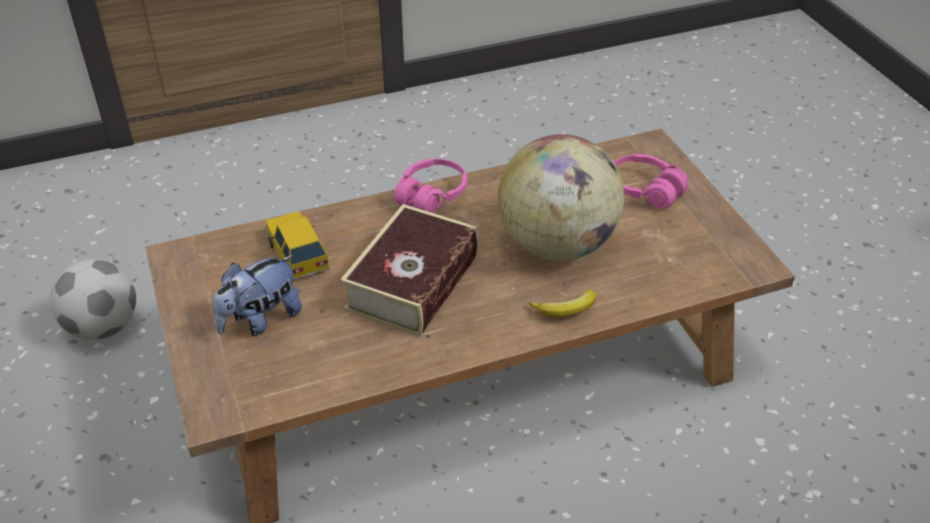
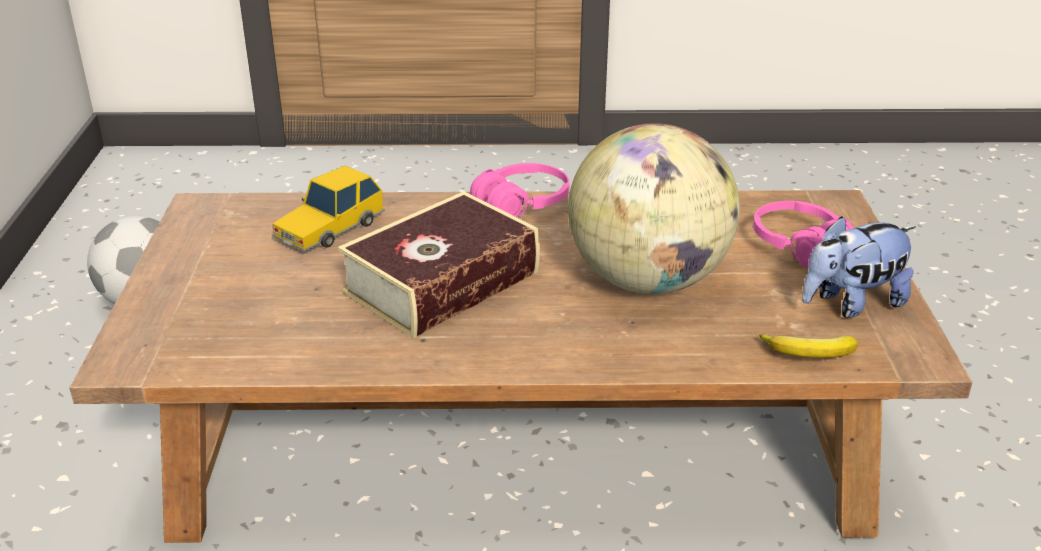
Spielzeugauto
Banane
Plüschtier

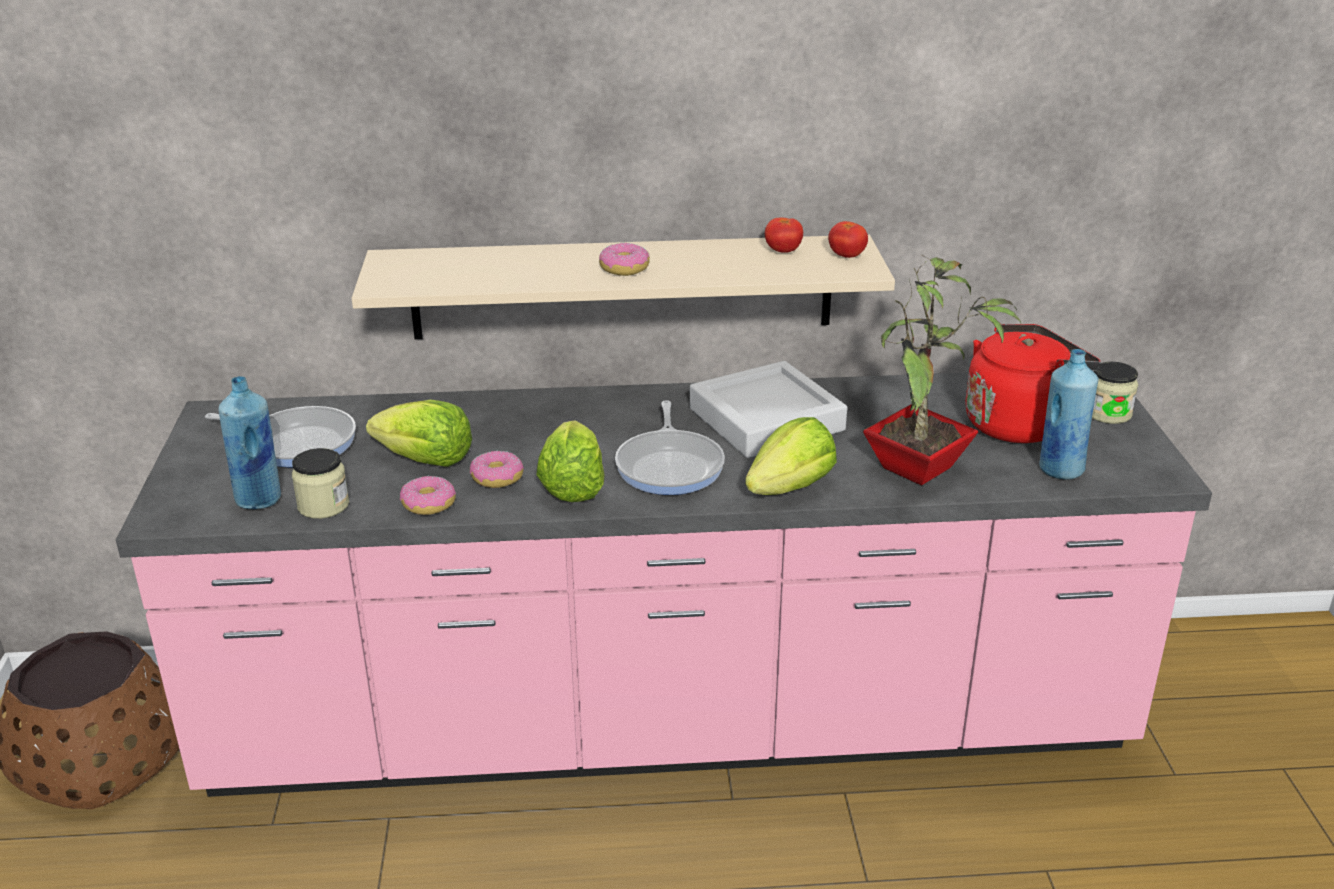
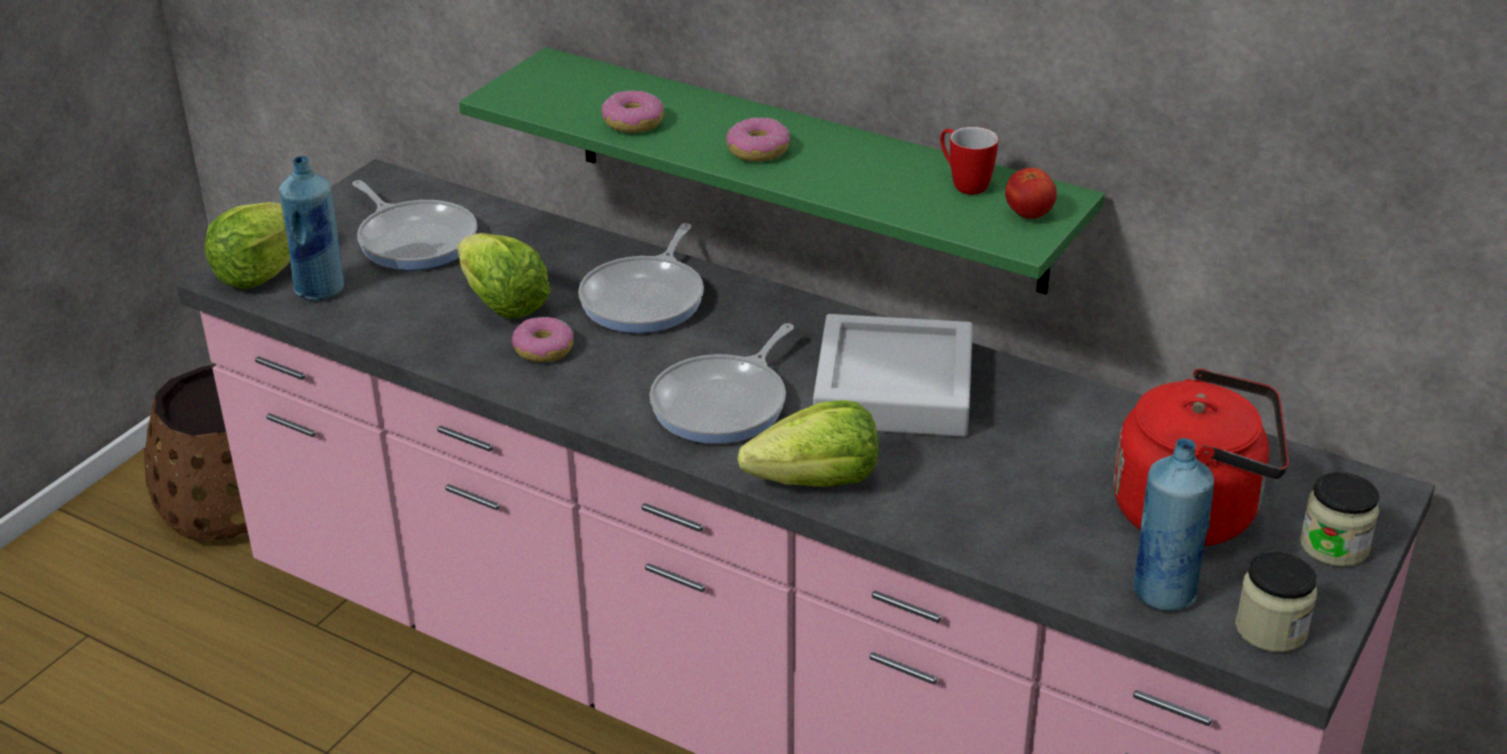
Salatkopf (no. 1 from left)
Wandregal [grün]
Pfanne (no. 2 from left)
Donut (no. 2 from left)
Henkelbecher
Vorratsglas (no. 1 from left)
Topfpflanze

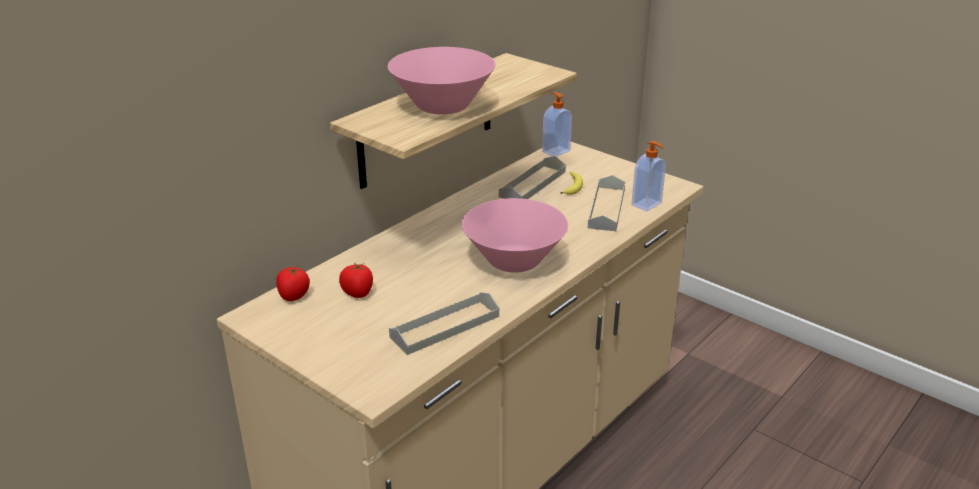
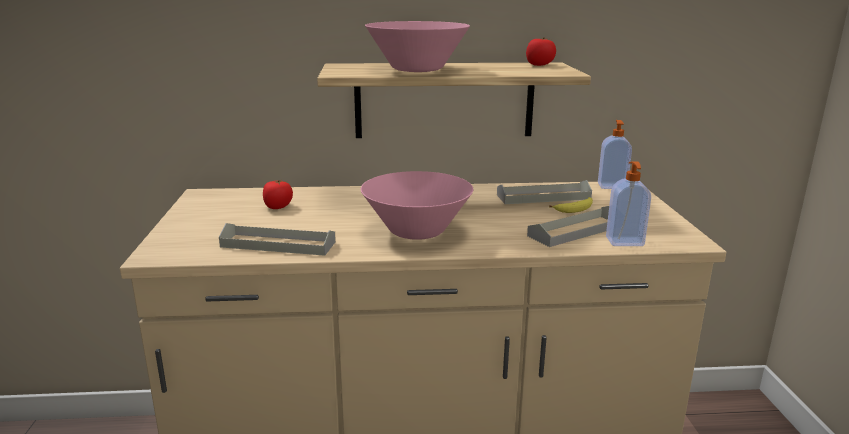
Tomate (no. 2 from left)

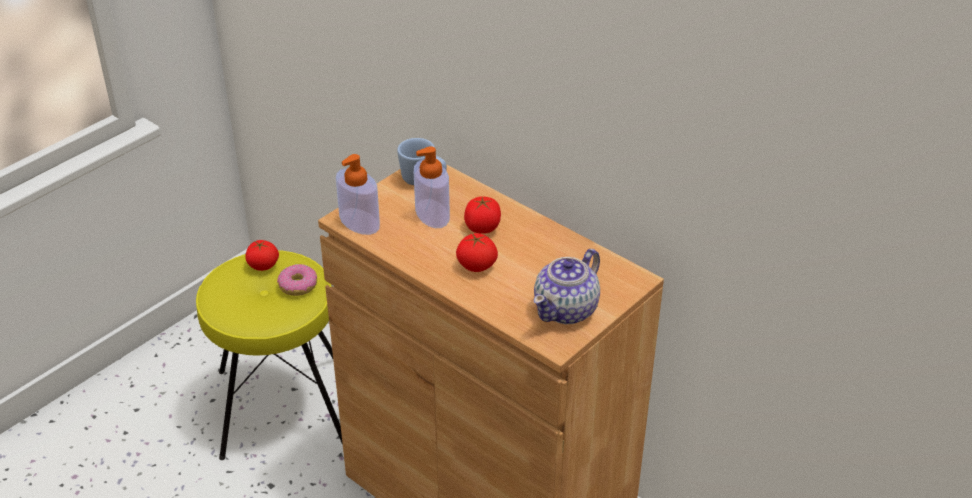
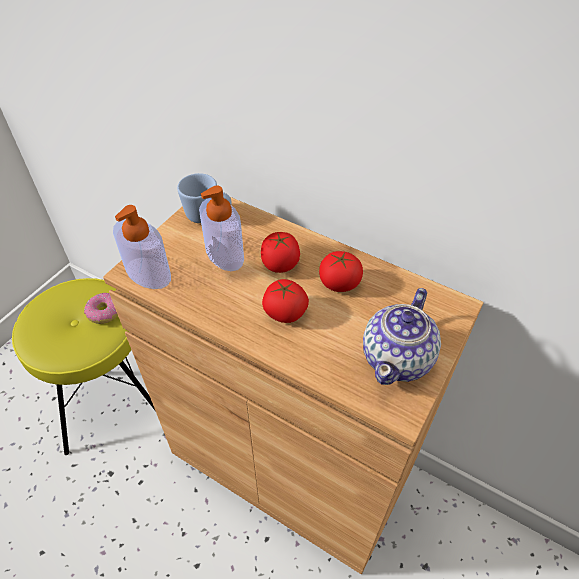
Tomate (no. 3 from left)

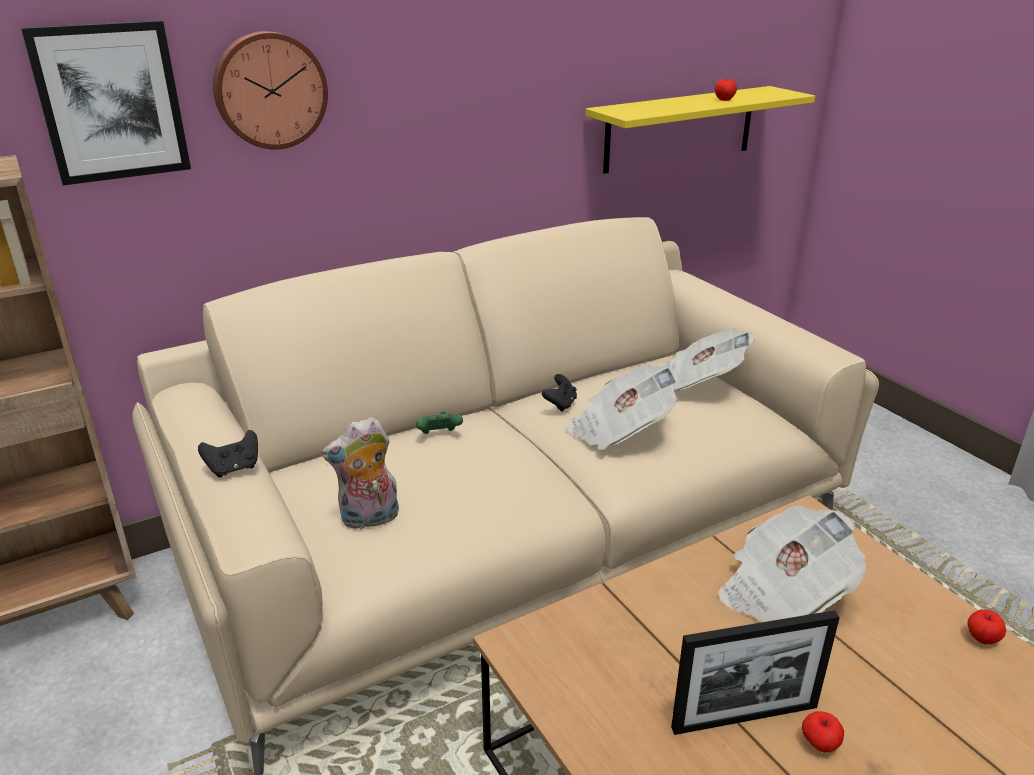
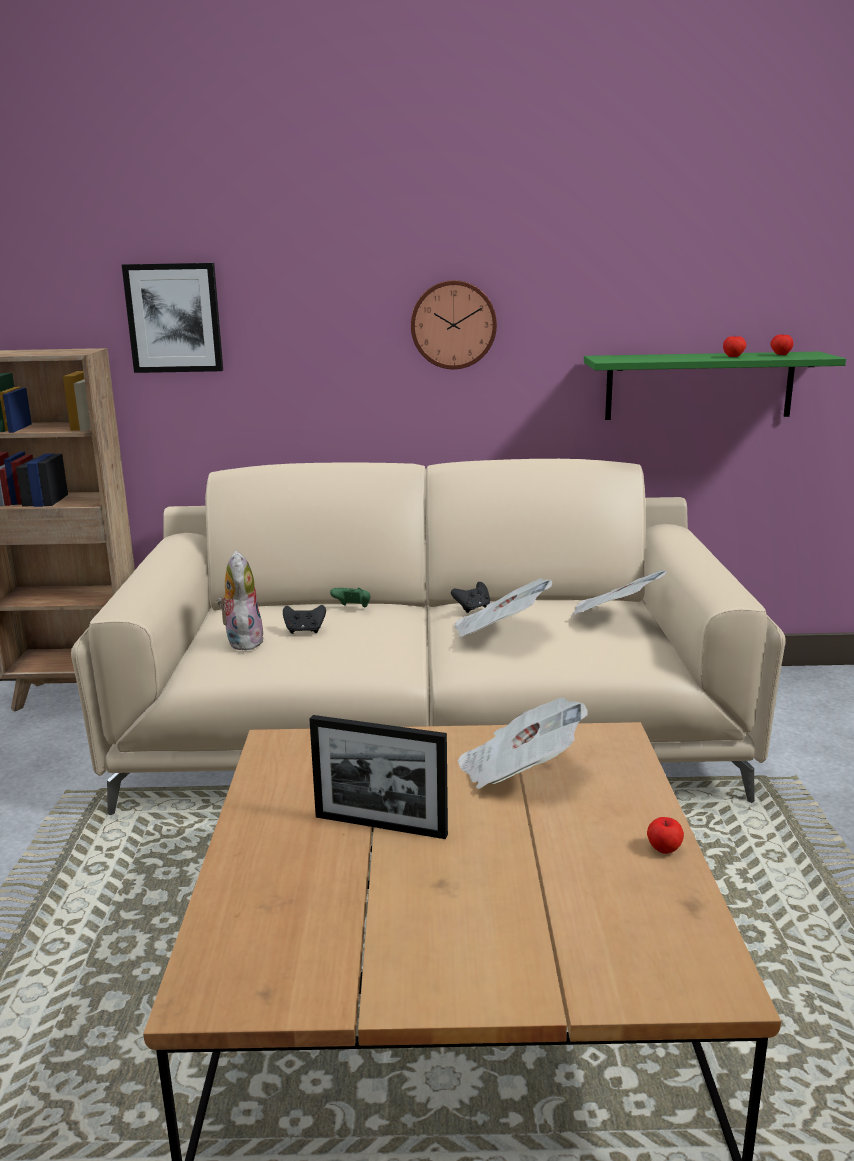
Plüschtier
Gamepad [schwarz] (no. 1 from left)
Wanduhr
Wandregal [grün]
Apfel (no. 3 from left)

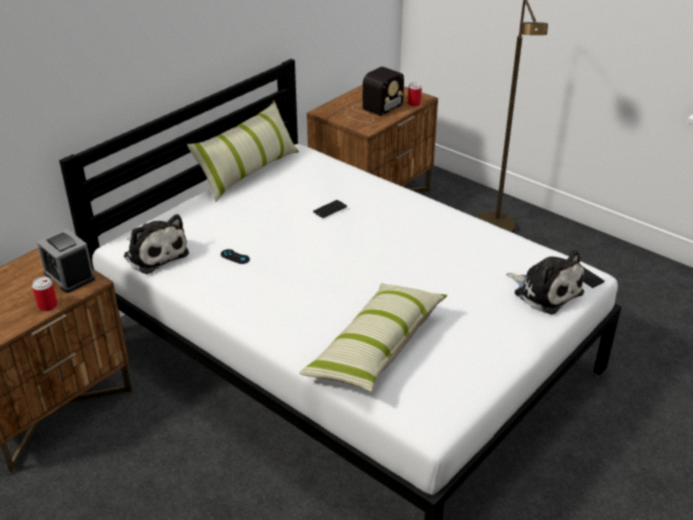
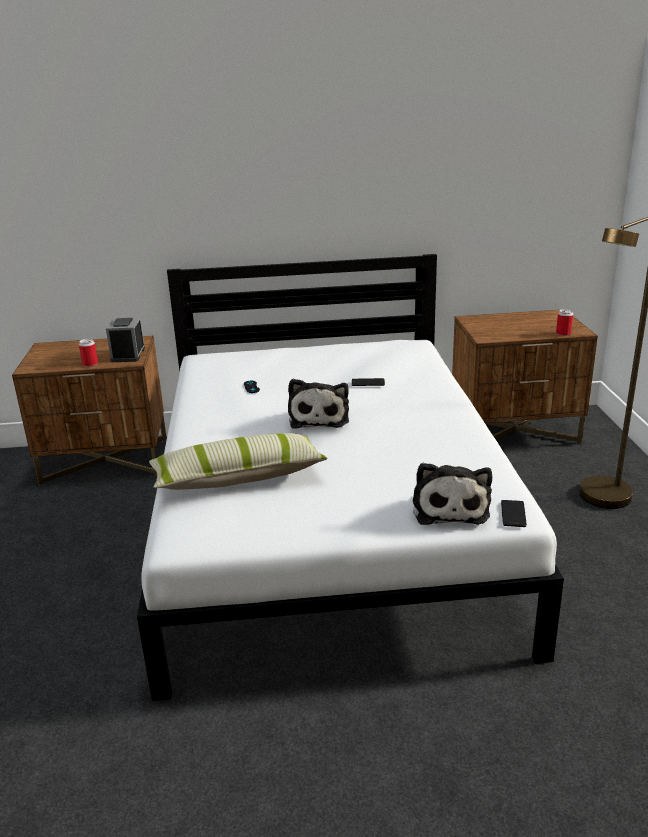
Plüschtier (no. 1 from left)
Kissen (no. 1 from left in the first image)
Radio

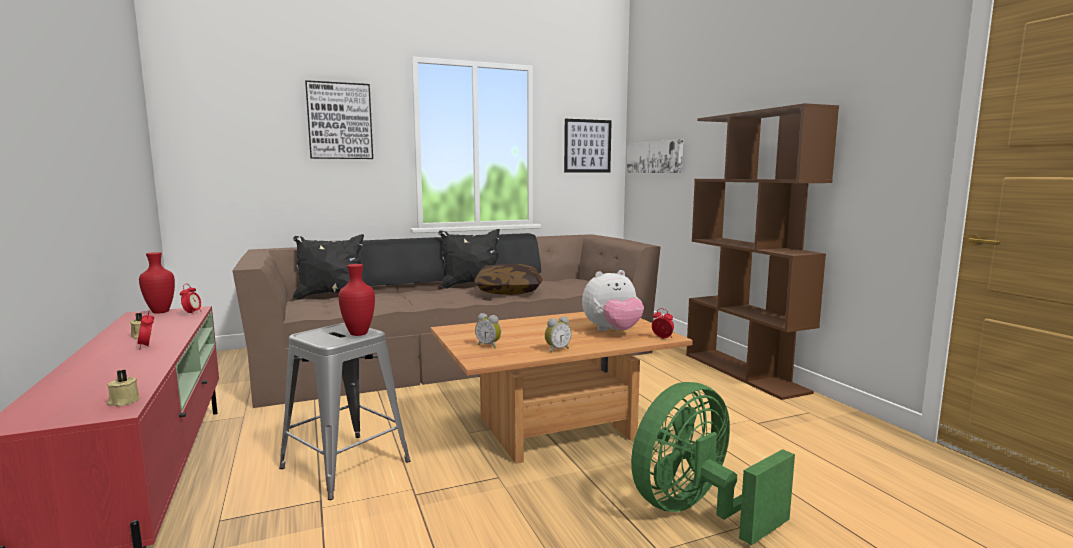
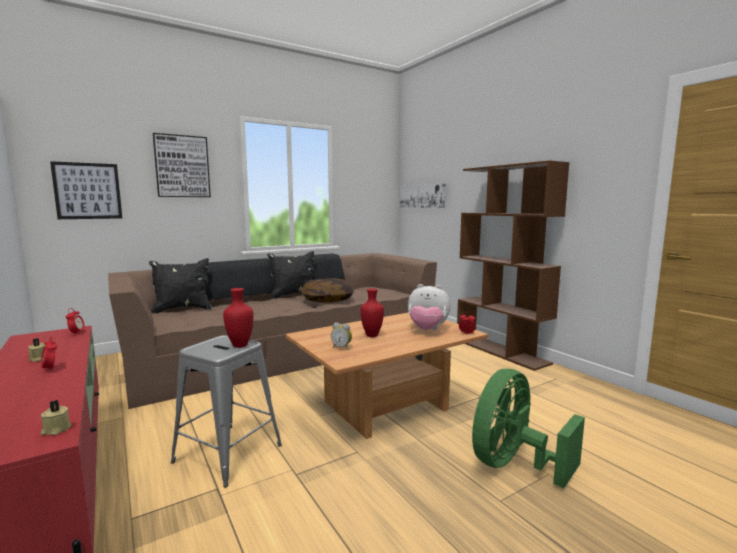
Bild (no. 1 from left)
Vase [rot] (no. 2 from left)
Plüschtier
Wecker (no. 4 from left in the first image)

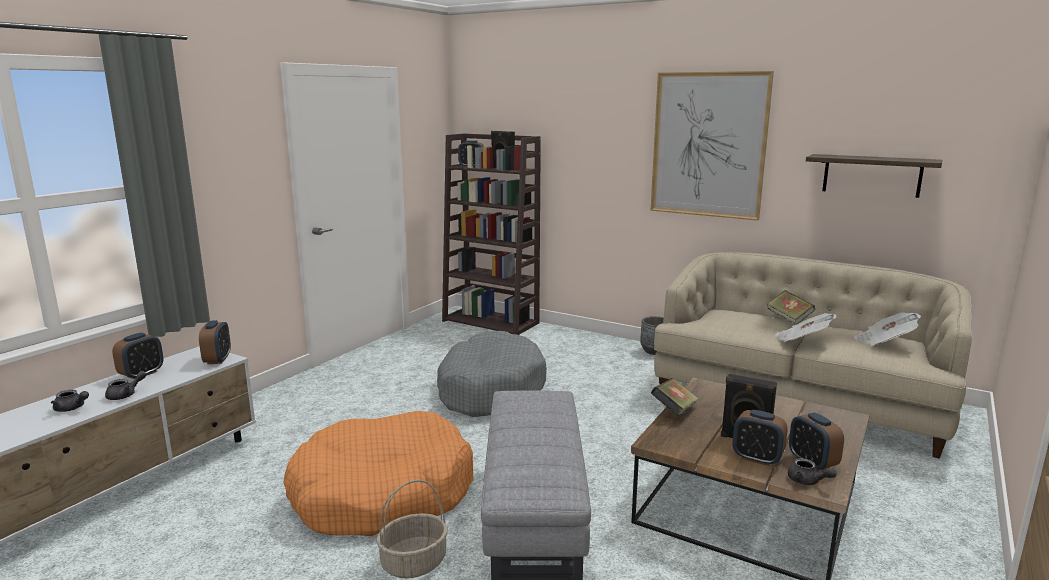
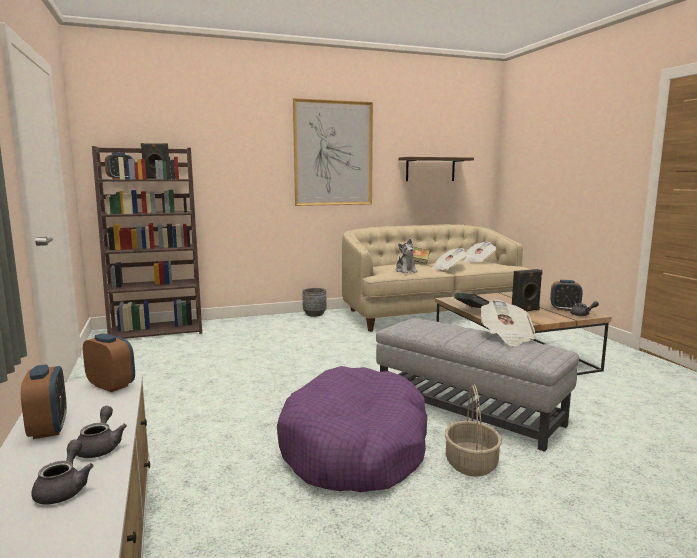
Teekanne [grau] (no. 1 from left)
Hundebett [lila]
Plüschtier
Zeitung (no. 3 from left)
Hundebett [grau]
Wecker (no. 4 from left in the first image)

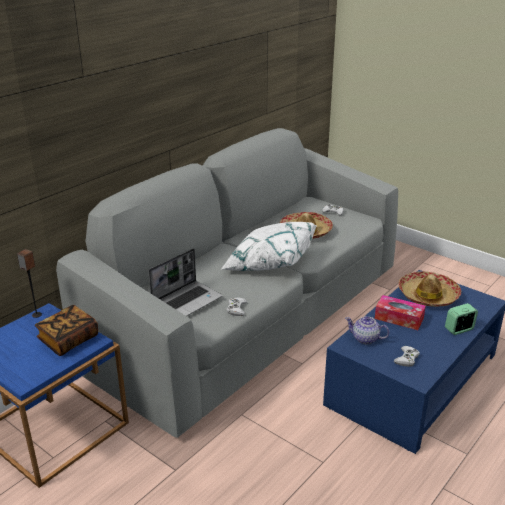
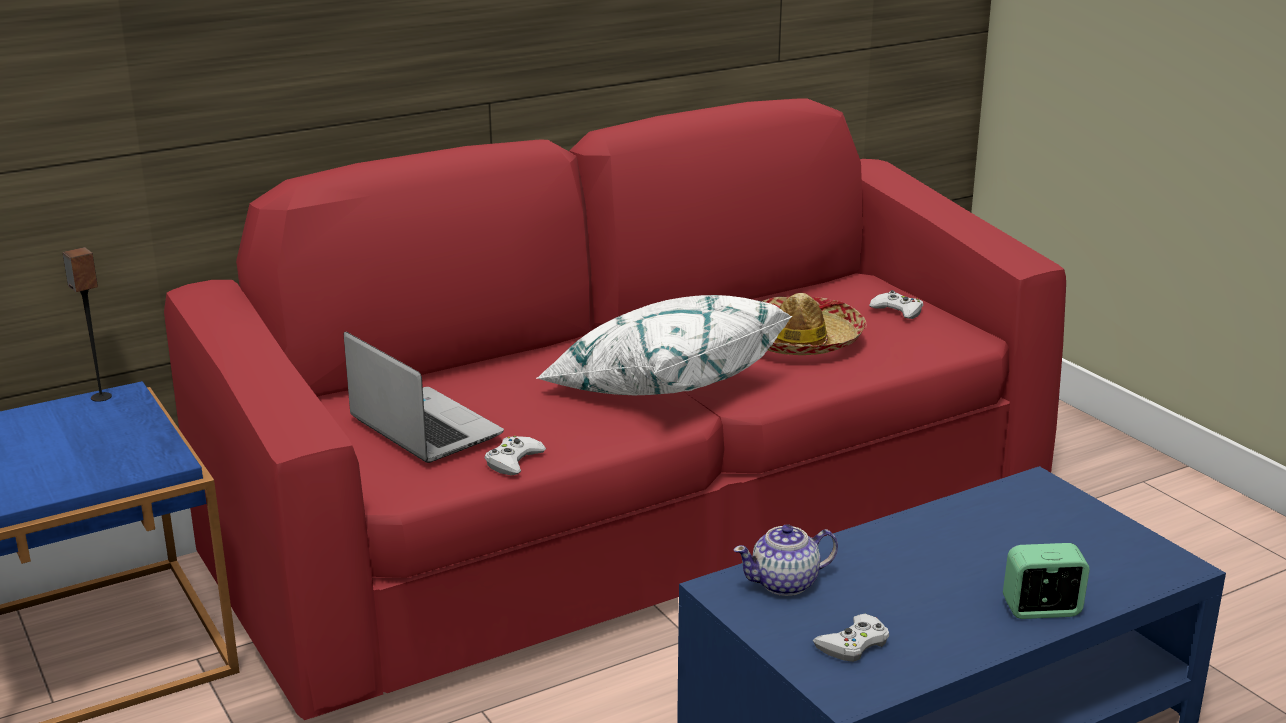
Sofa [rot]
Laptop
Teekanne
Buch
Taschentuchbox
Hut (no. 2 from left in the first image)

